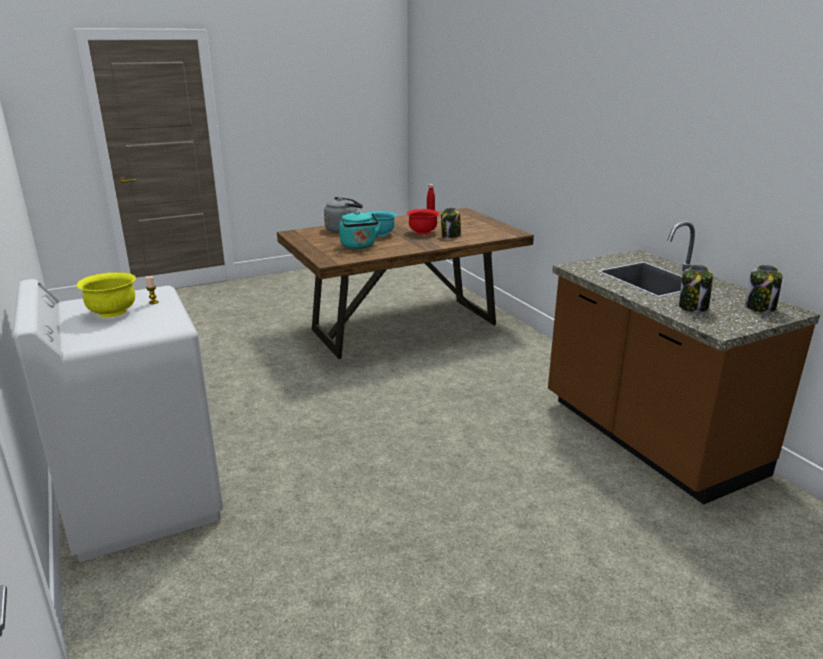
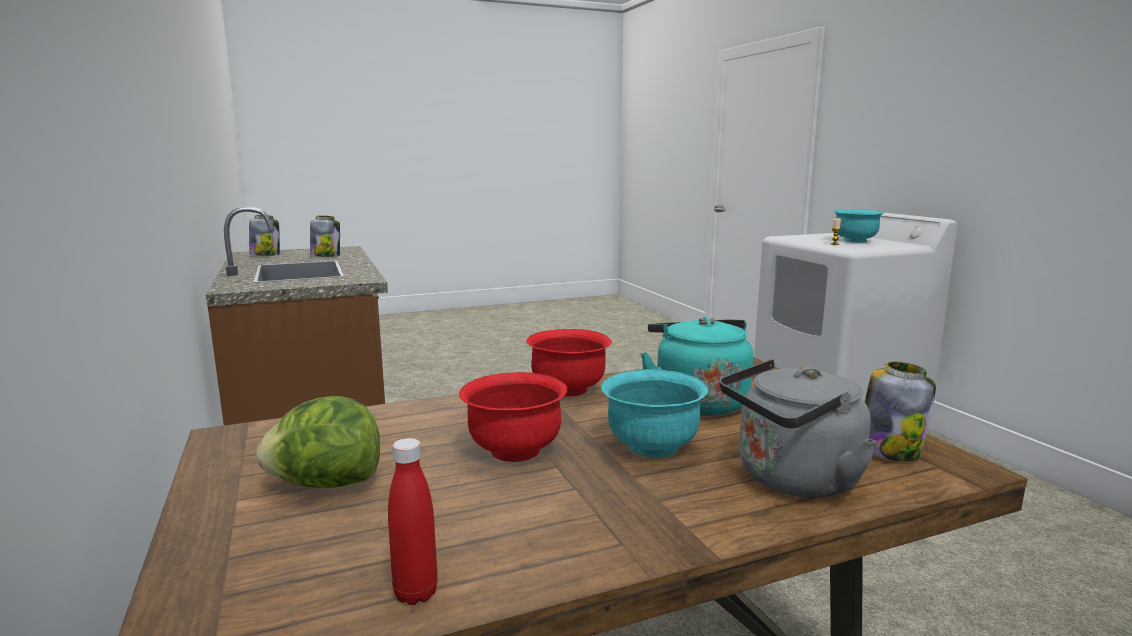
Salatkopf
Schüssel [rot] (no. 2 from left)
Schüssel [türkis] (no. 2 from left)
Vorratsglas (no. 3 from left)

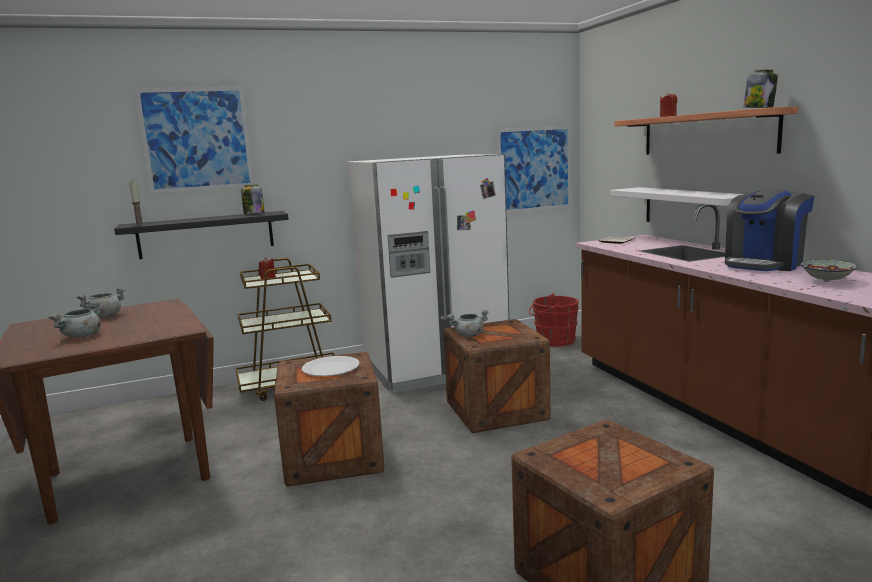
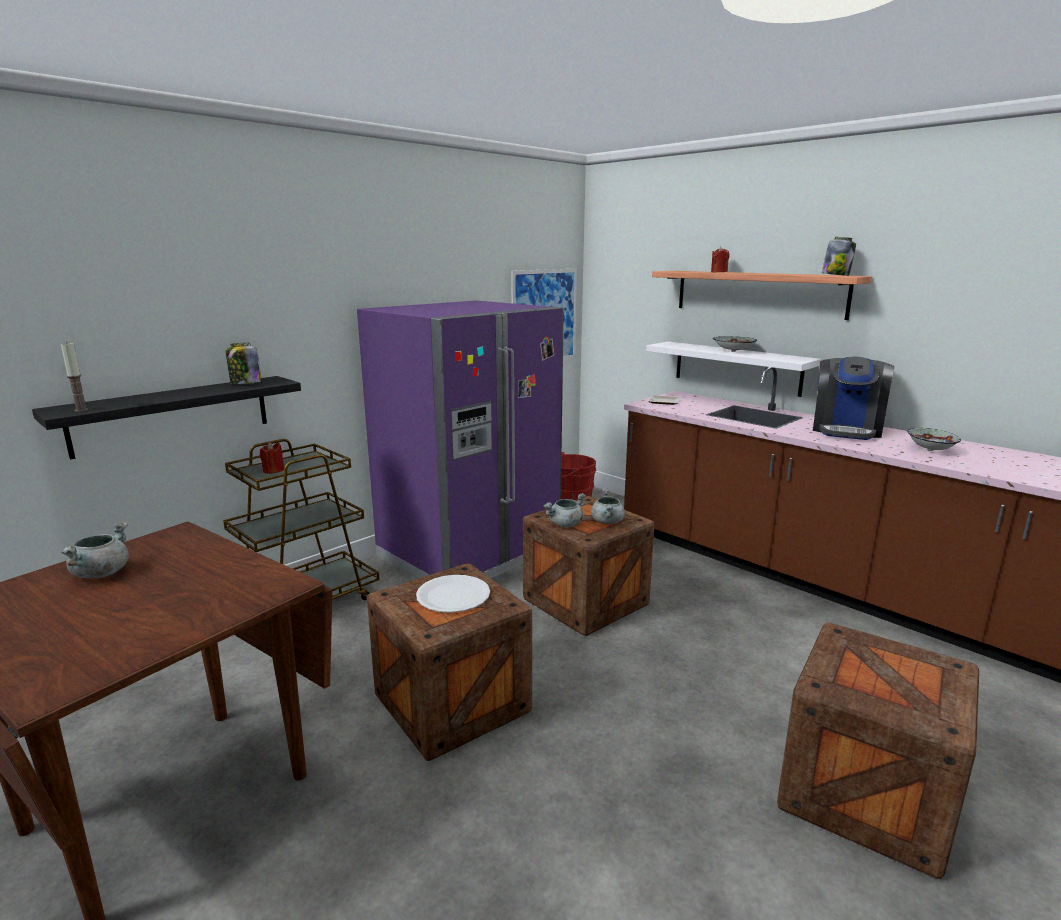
Kühlschrank [lila]
Kochtopf [grau] (no. 3 from left)
Schüssel (no. 1 from left)
Bild (no. 1 from left in the first image)

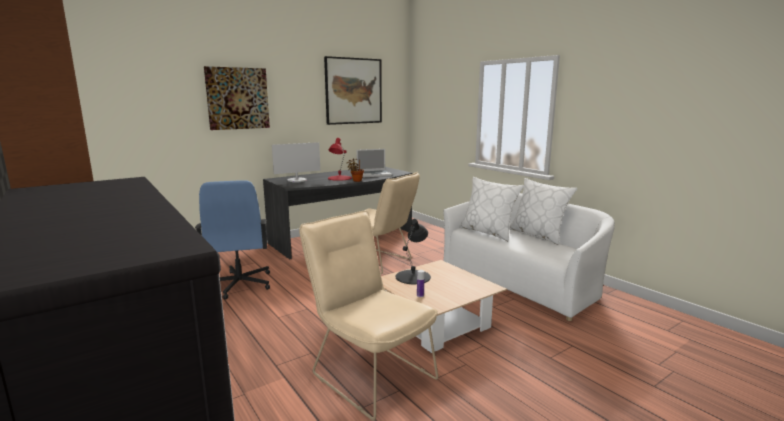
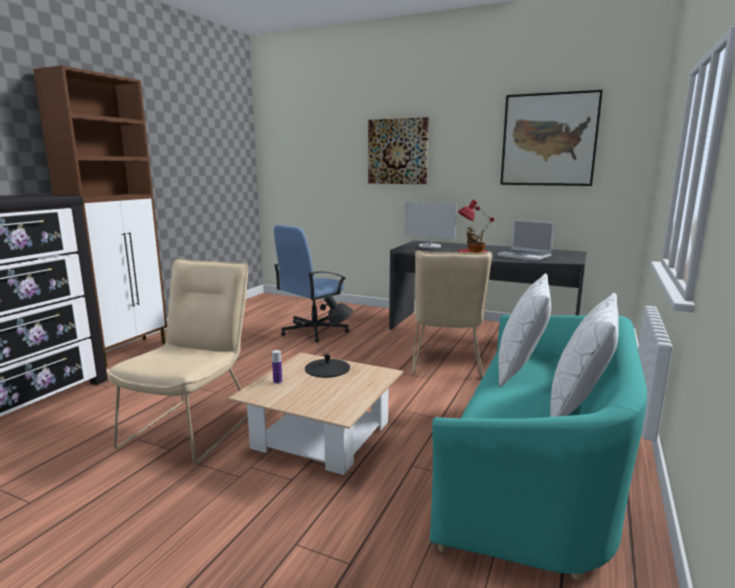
Sofa [türkis]

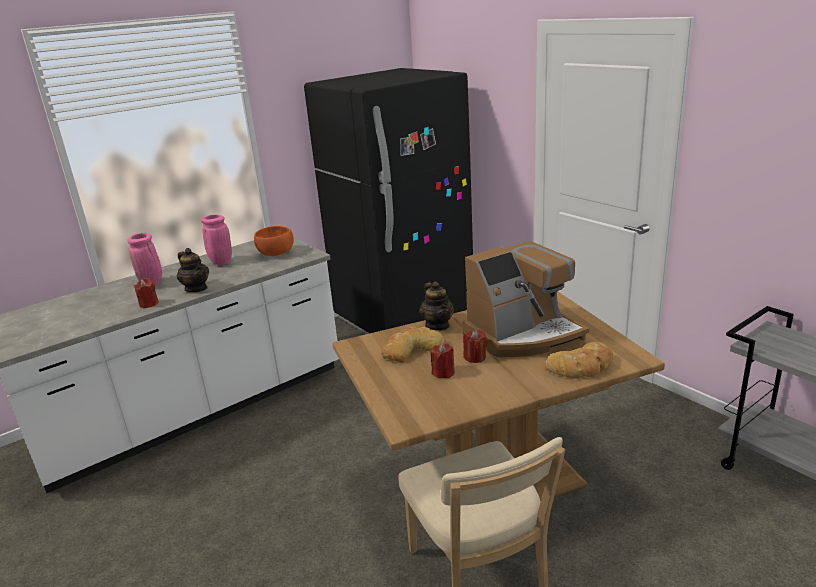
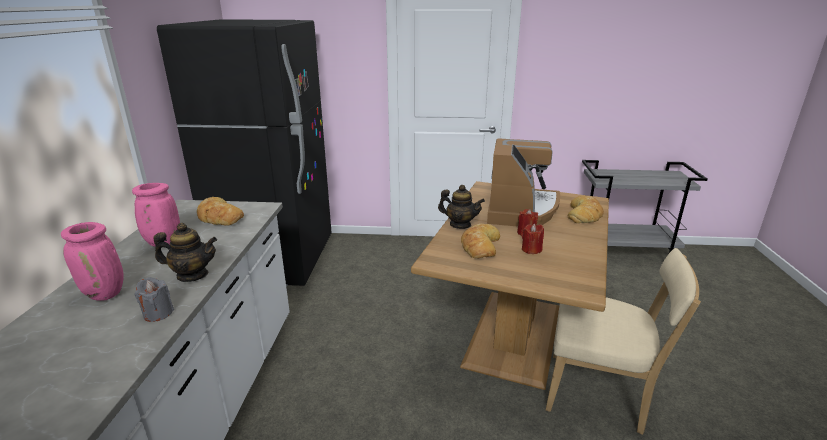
Kerze [grau]
Brot (no. 1 from left)

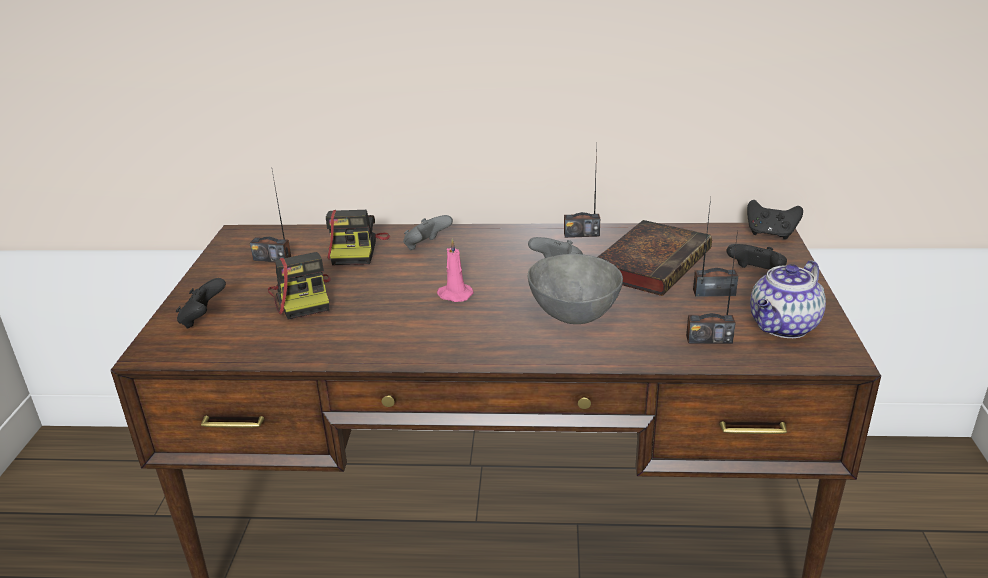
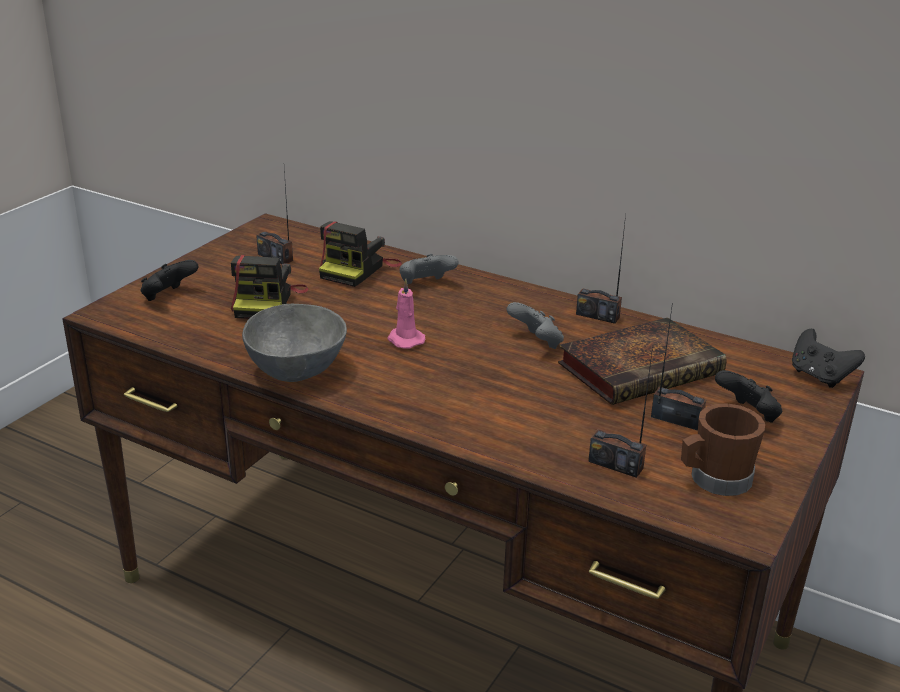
Schüssel [grau]
Henkelbecher [braun]

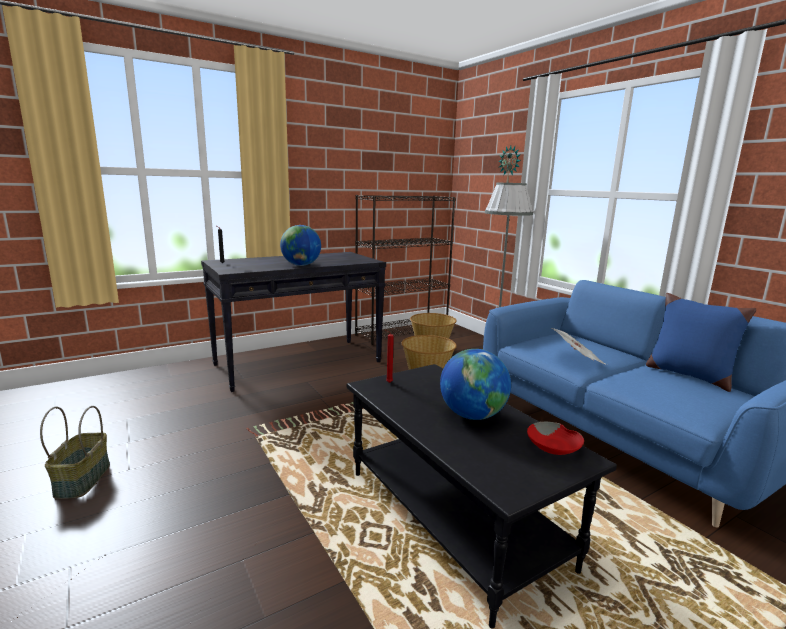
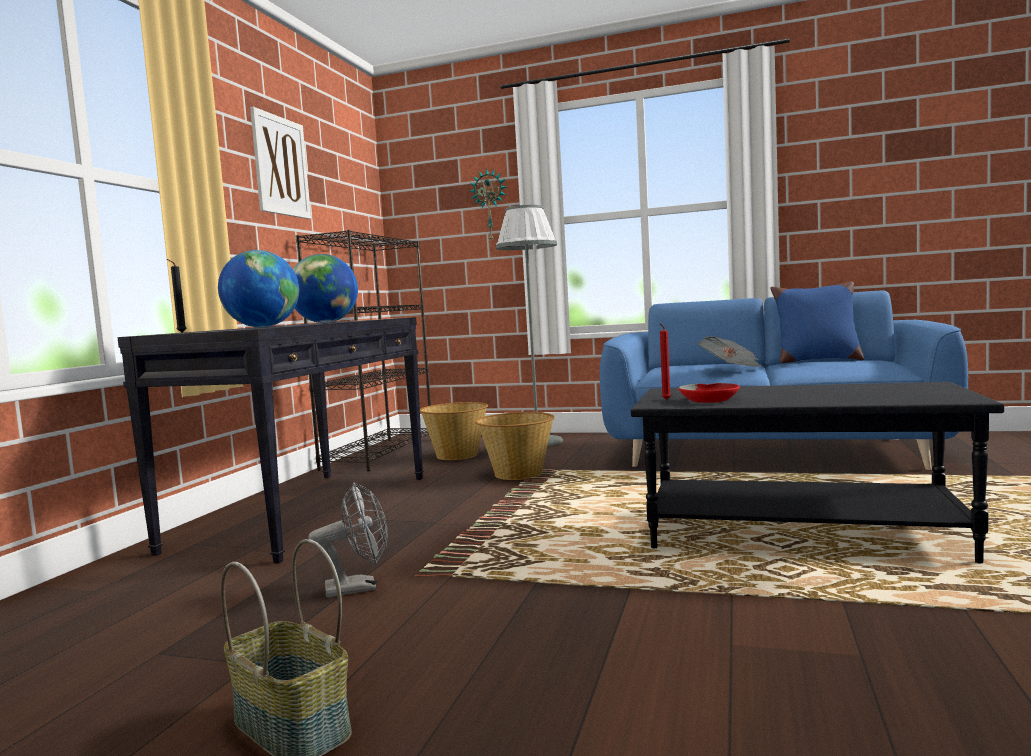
Globus (no. 1 from left)
Bild
Ventilator [grau]
Schüssel [rot]

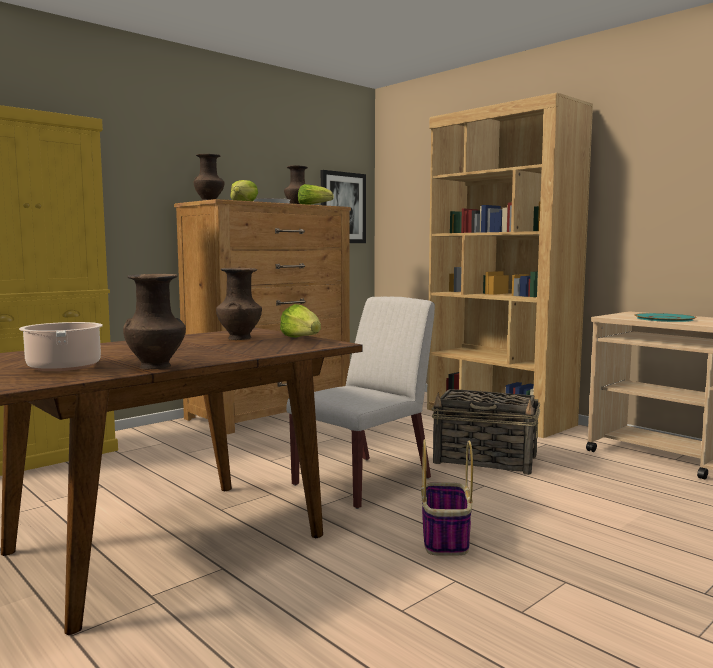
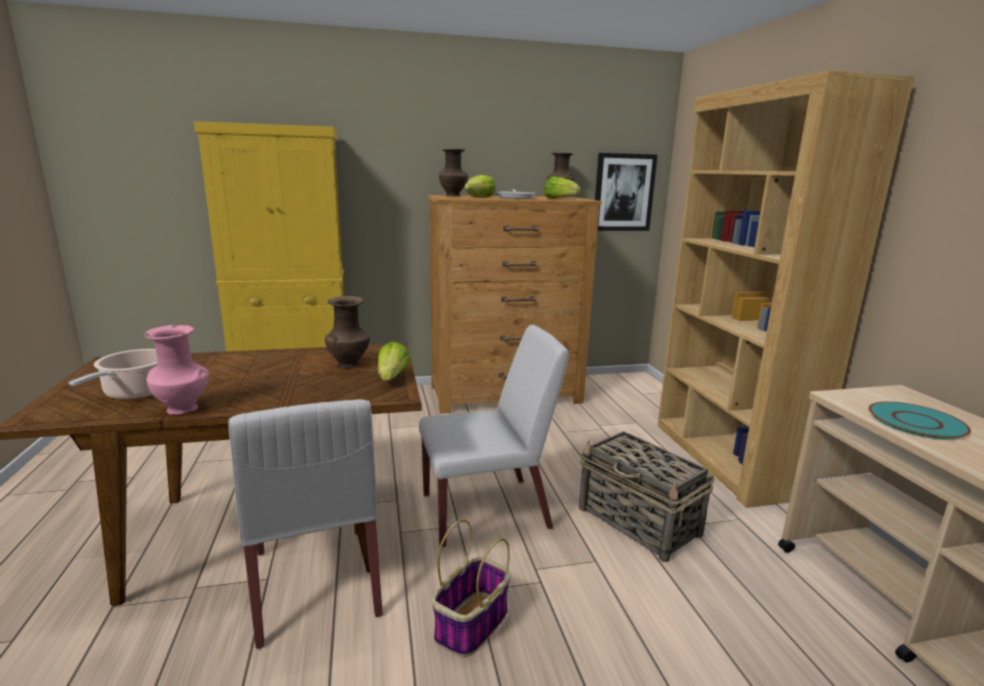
Vase [rosa]
Stuhl [weiß] (no. 1 from left)

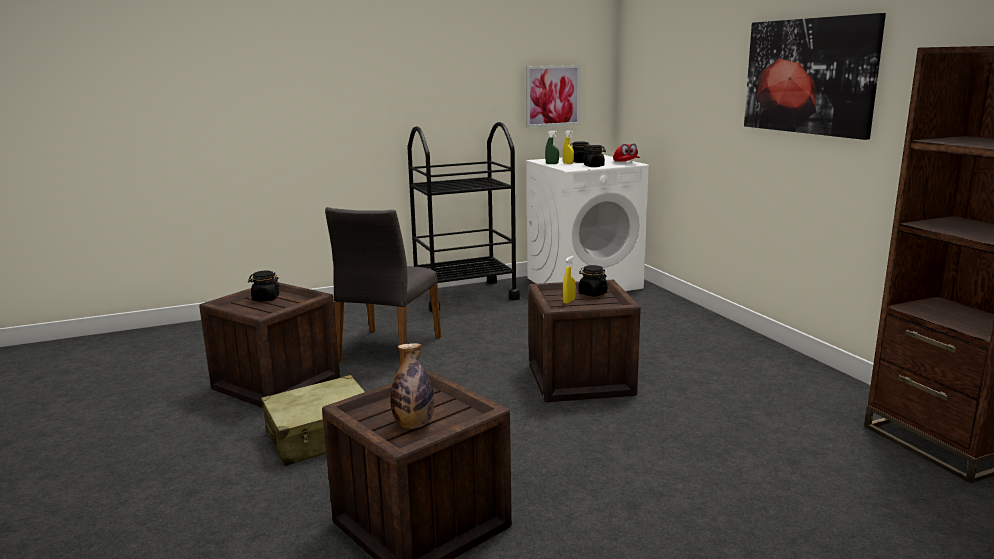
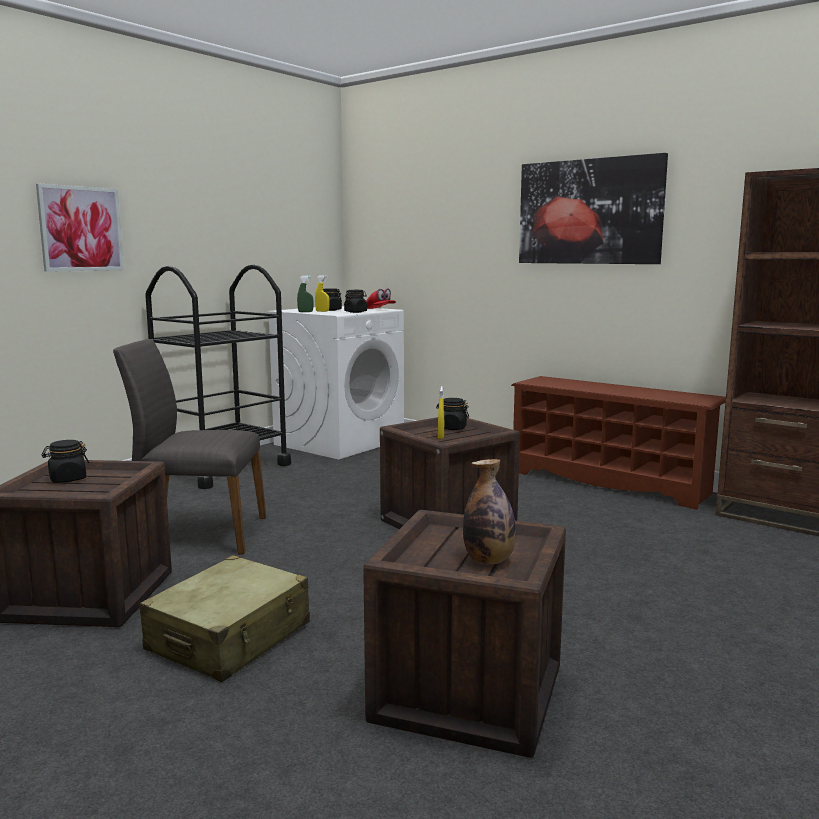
Bild (no. 1 from left)
Stuhl [grau]
Schuhregal [braun]

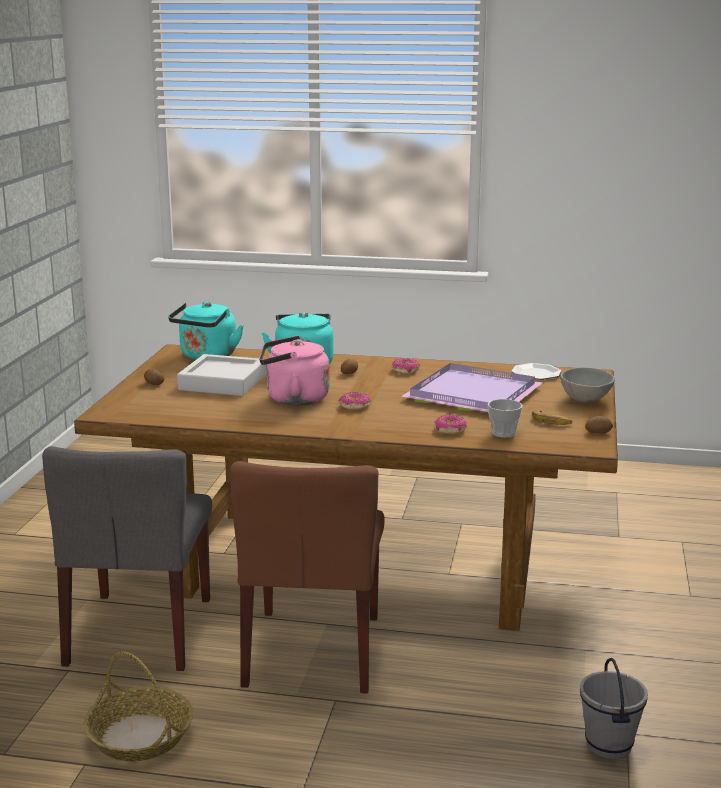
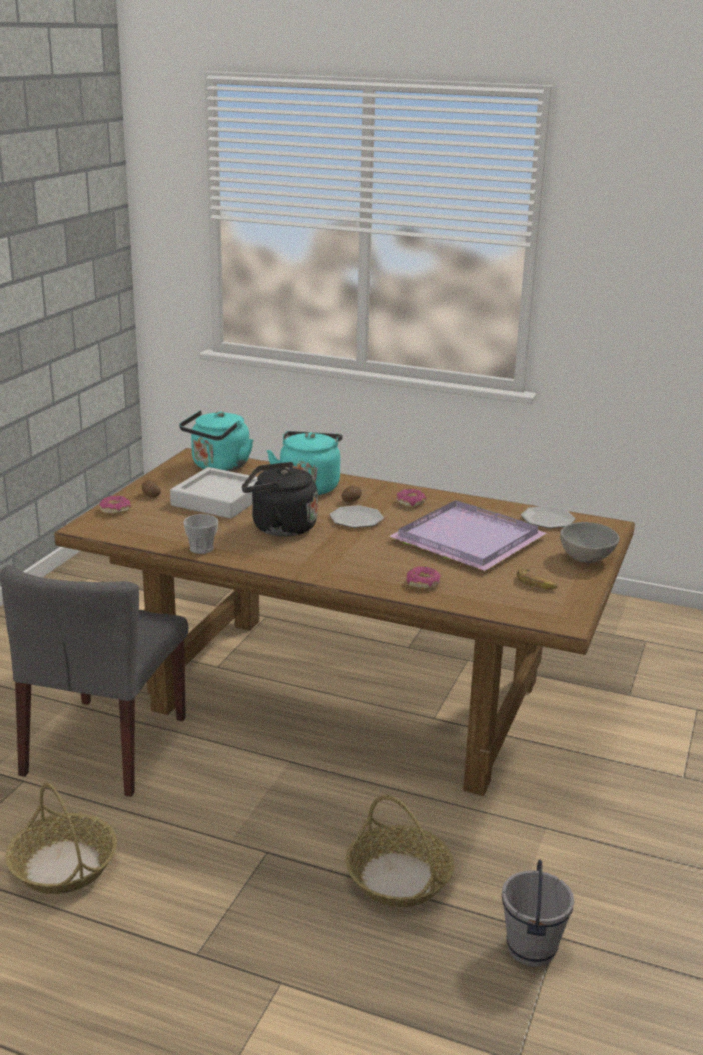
Donut (no. 1 from left)
Tasse
Wasserkessel [schwarz]
Teller (no. 1 from left)
Korb (no. 2 from left)
Stuhl [braun]
Kartoffel (no. 3 from left in the first image)

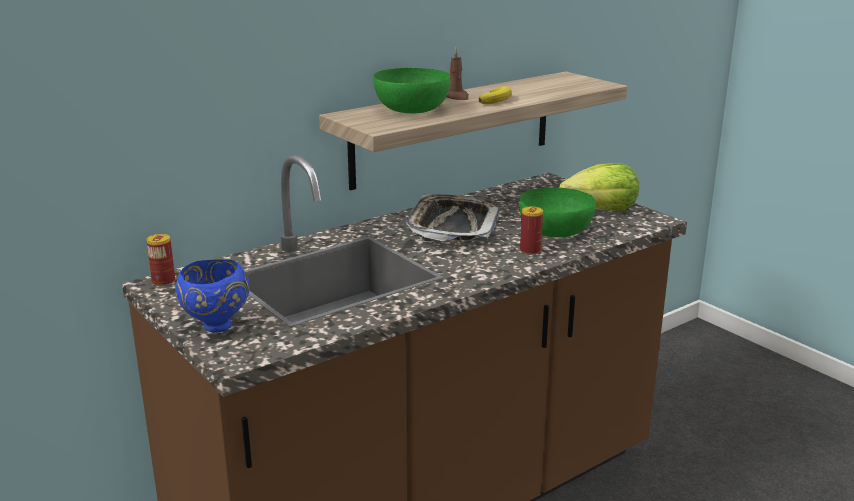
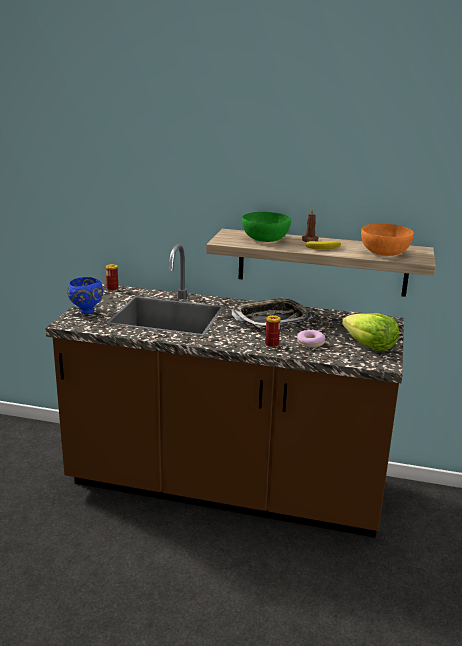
Donut
Schüssel [orange]

